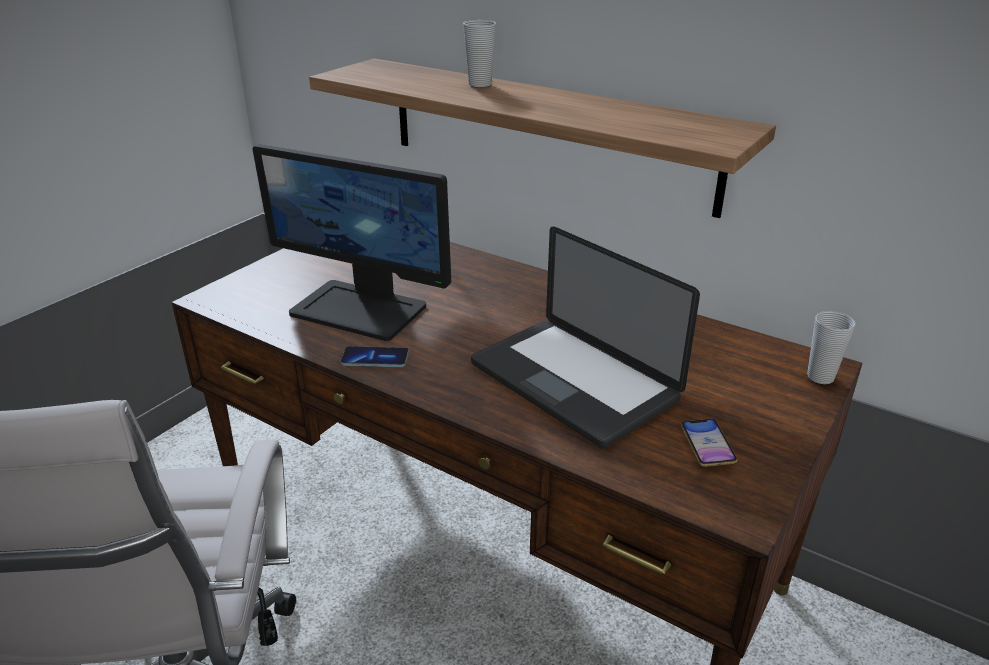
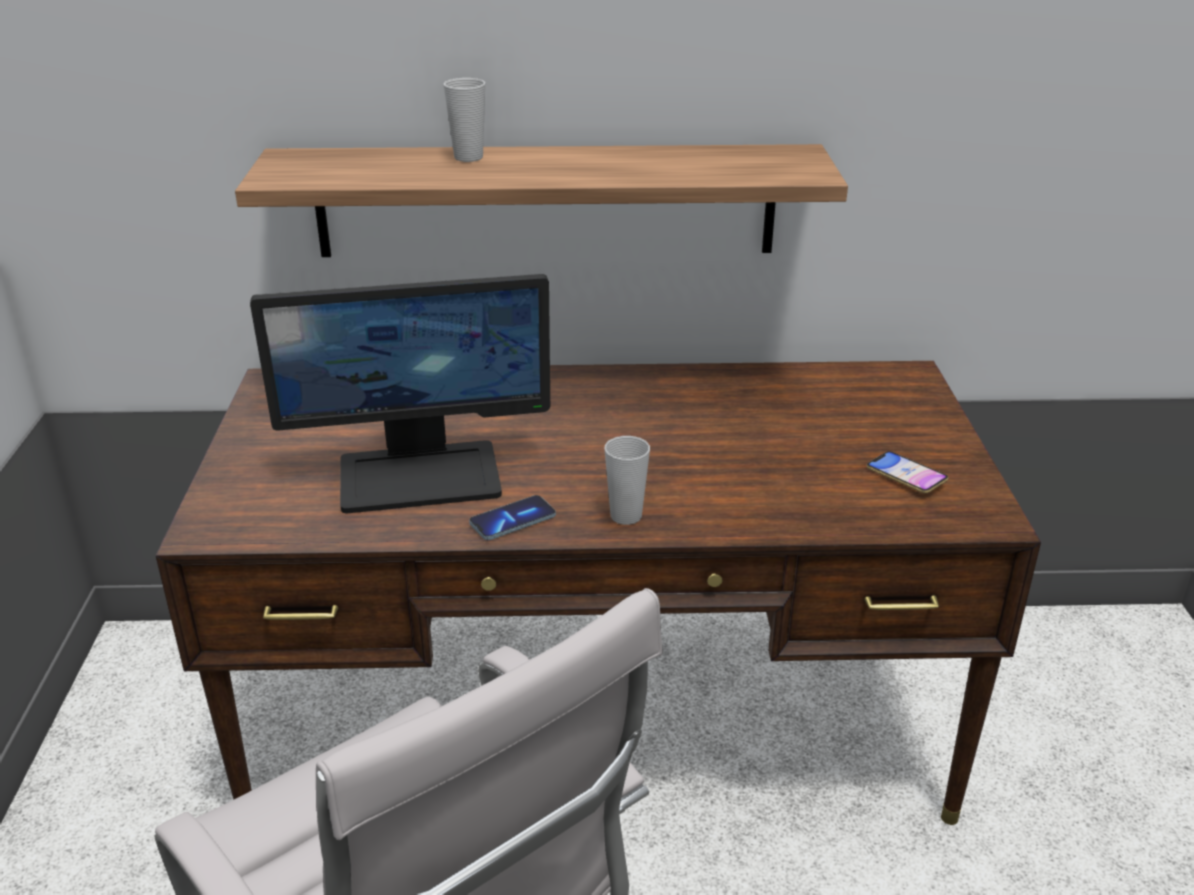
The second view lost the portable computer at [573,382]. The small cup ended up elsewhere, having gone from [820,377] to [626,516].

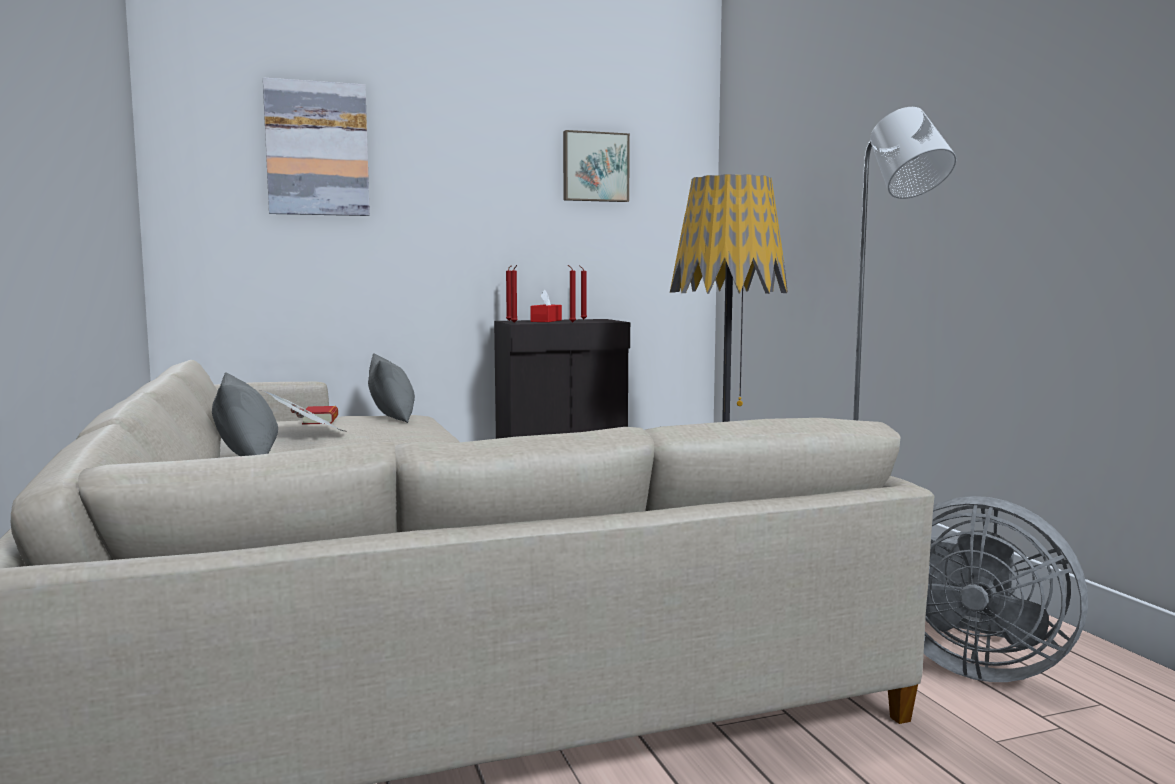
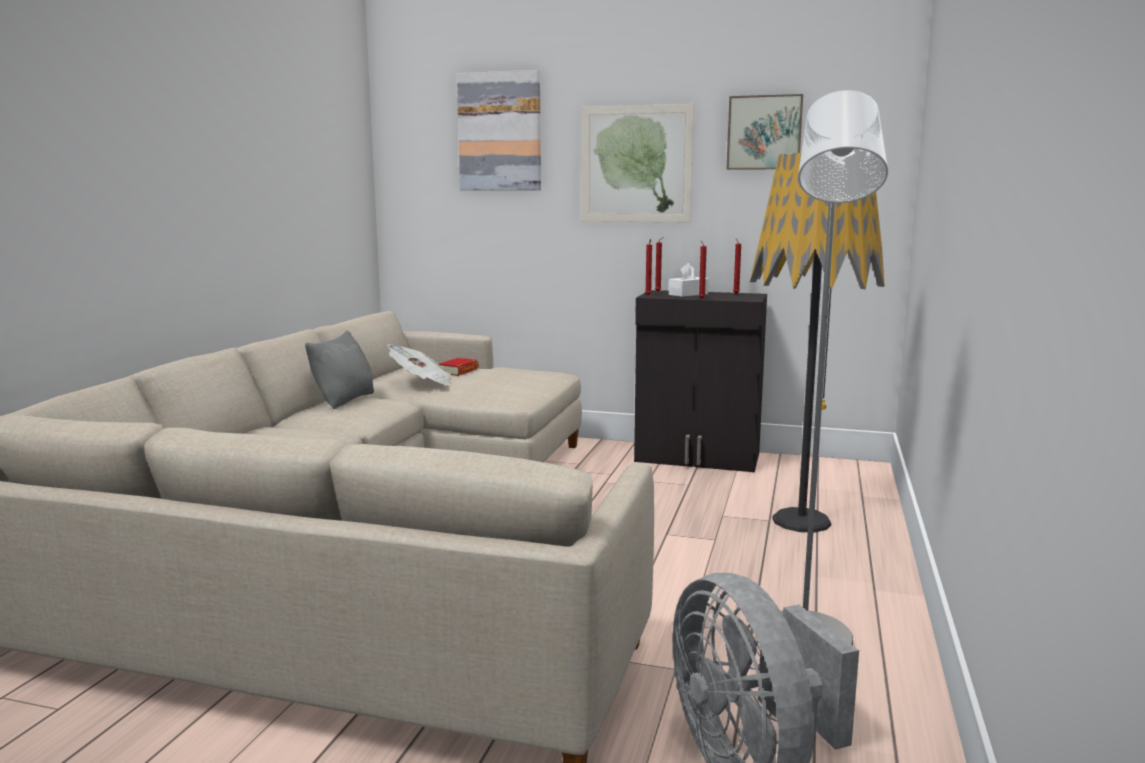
The second view lost the greyish throw pillow at [392,418]. What was the red-coloured box of tissues at [546,321] turned into the white box of tissues at [688,294]. The second view gained the picture at [636,164].

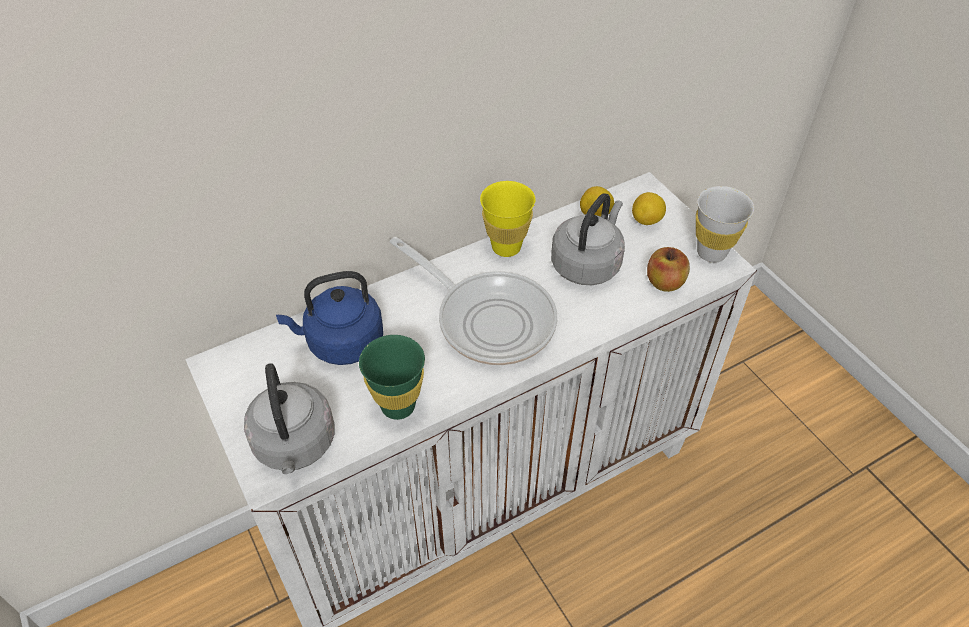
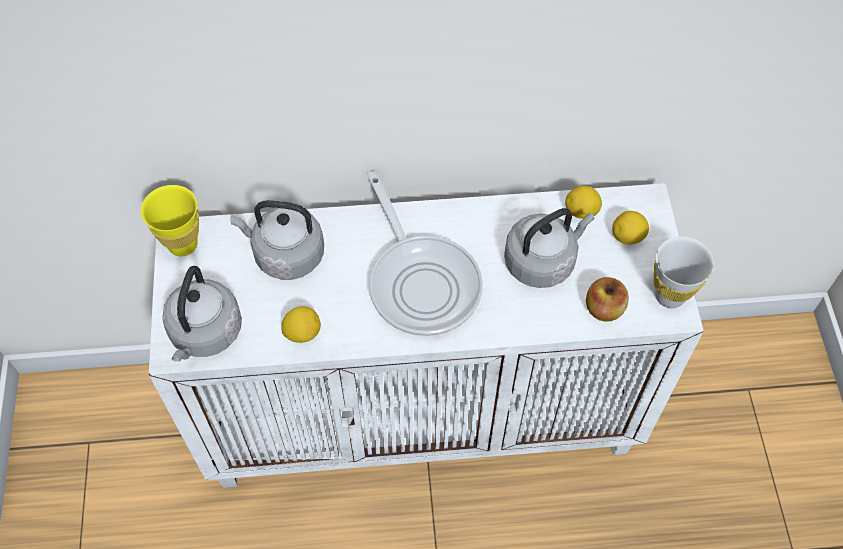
What was the blue-coloured kettle at [341,343] turned into the greyish kettle at [285,255]. Where the green-coloured small cup stood at [398,406], the whole lemon came to stand at [302,333]. The yellow small cup ended up elsewhere, having gone from [506,247] to [183,244].

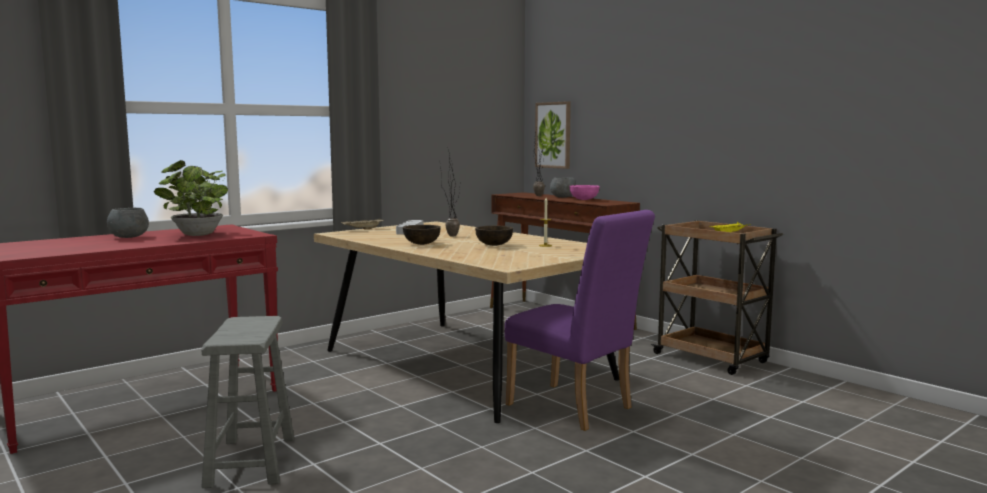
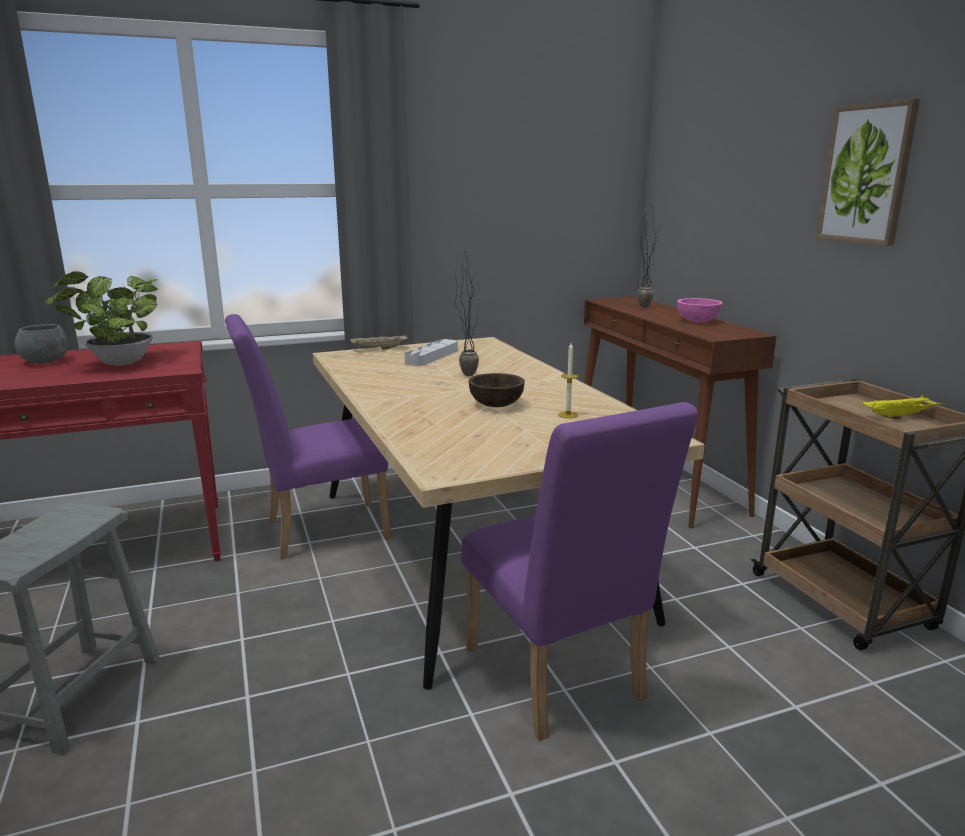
The second view lost the brown bowl at [422,244]. The picture ended up elsewhere, having gone from [553,135] to [866,174]. The second view lost the greyish bowl at [562,197]. The second view gained the purplish upright chair at [317,530].

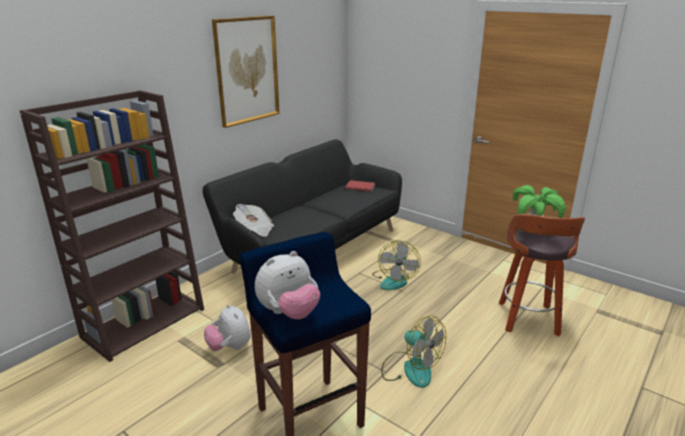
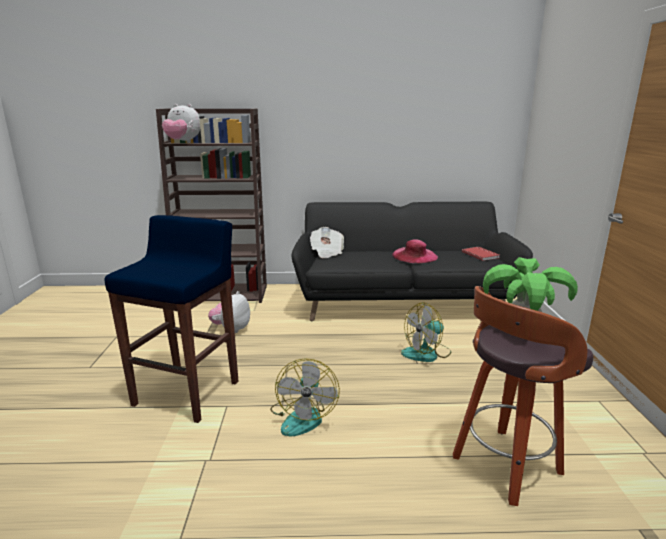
The second view lost the picture at [247,70]. The soft toy ended up elsewhere, having gone from [289,313] to [183,143]. The second view gained the pinkish wearable hat at [414,255].

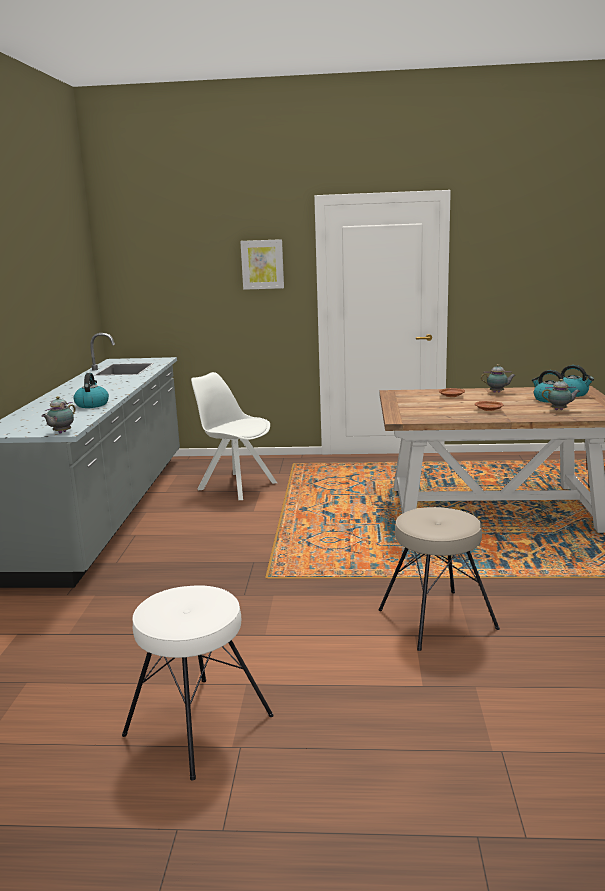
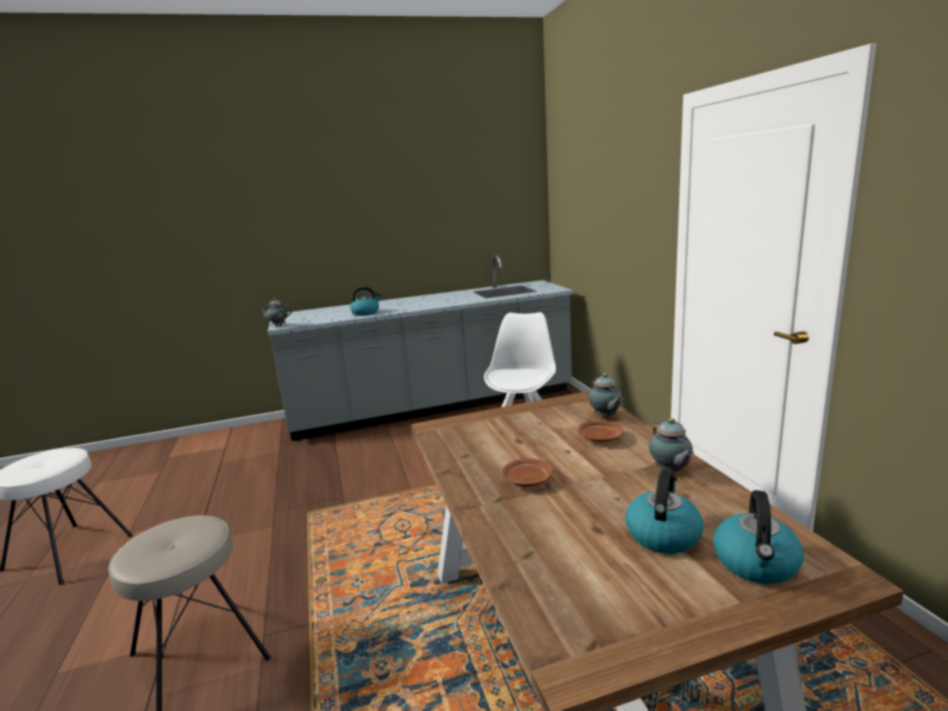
The second view lost the picture at [262,264]. The teapot ended up elsewhere, having gone from [560,410] to [605,417].

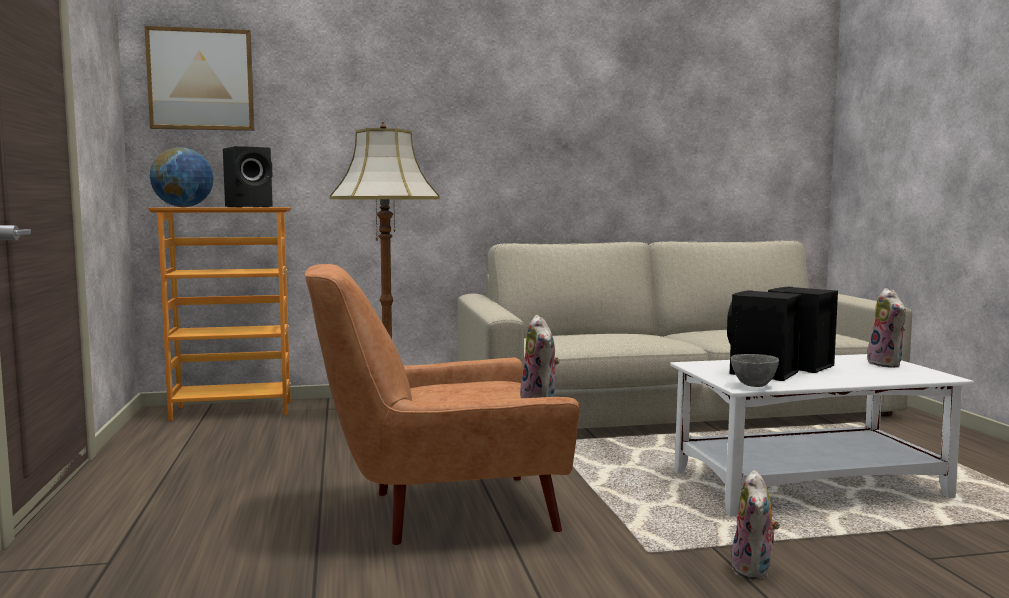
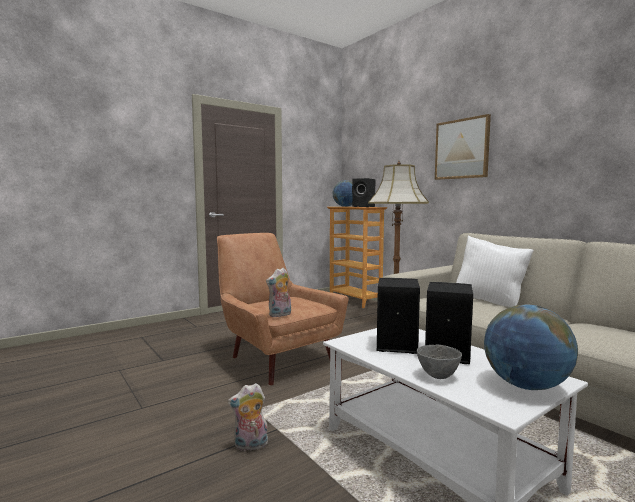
The picture ended up elsewhere, having gone from [201,80] to [462,149]. The greyish bowl ended up elsewhere, having gone from [754,385] to [438,376]. Where the soft toy stood at [887,364], the desk globe came to stand at [526,386]. The second view gained the white throw pillow at [490,302].

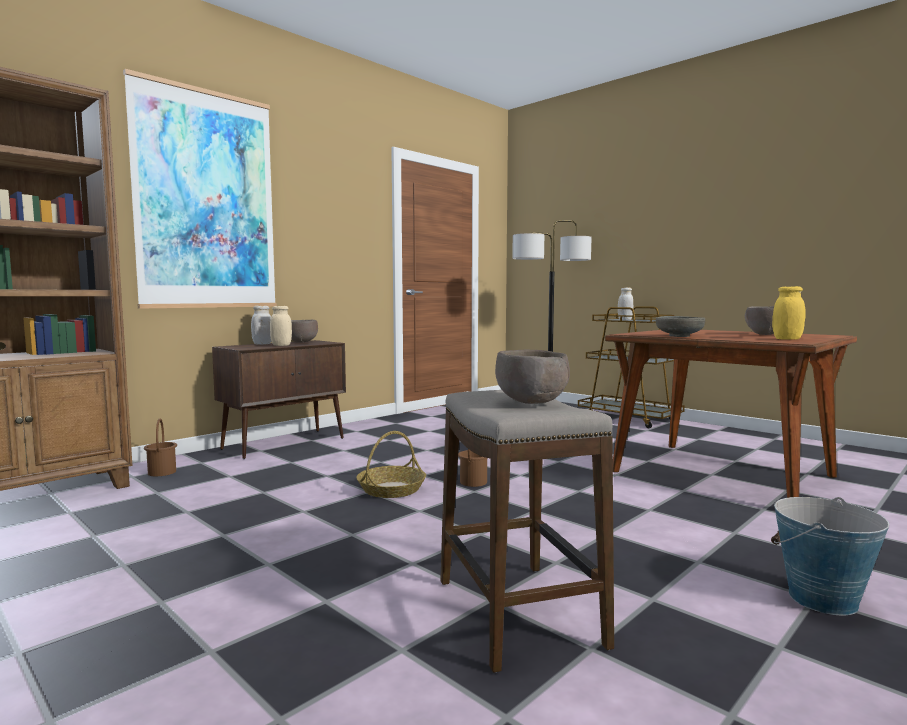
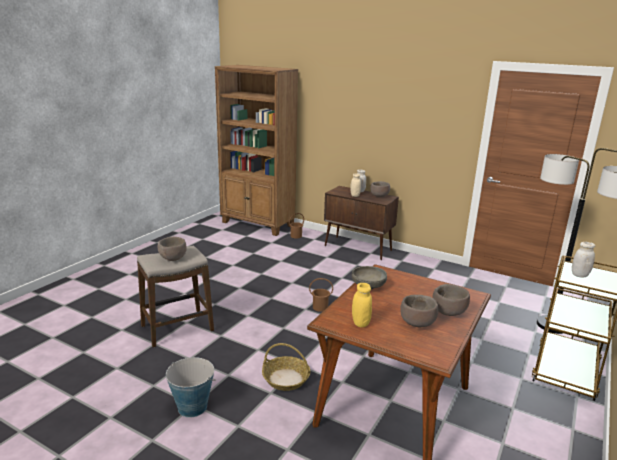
The second view lost the picture at [206,200]. The household basket ended up elsewhere, having gone from [391,489] to [286,379]. The second view gained the brown bowl at [449,312].

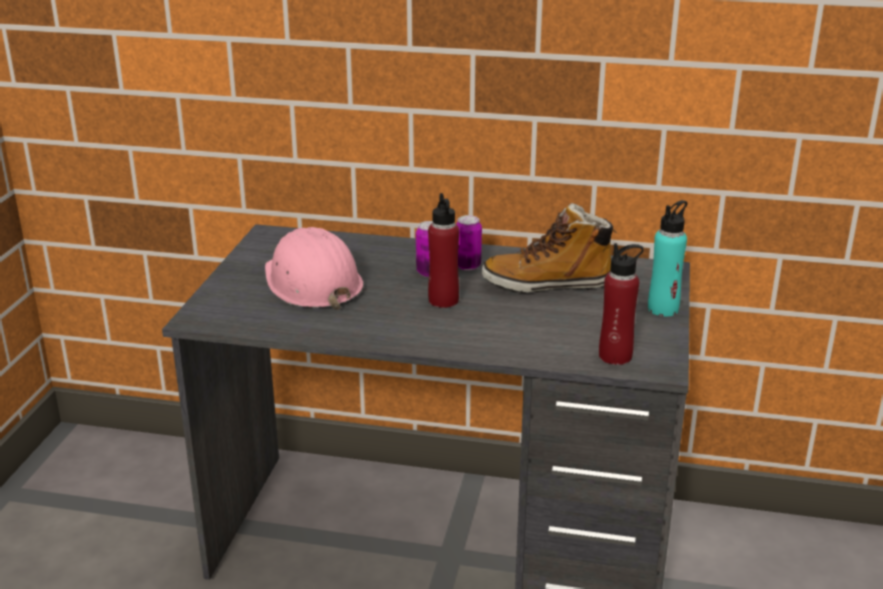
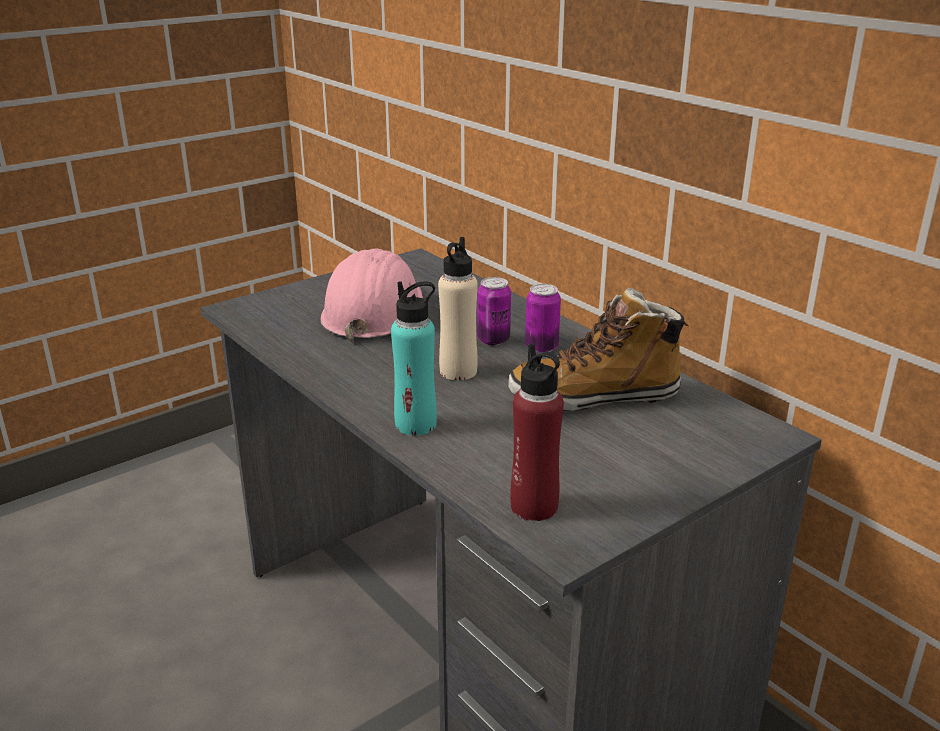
What was the red-coloured bottle at [443,300] turned into the sand-coloured bottle at [458,371]. The high-top boot at [547,284] ended up facing another way, 45 degrees counterclockwise from before. The turquoise bottle ended up elsewhere, having gone from [663,309] to [416,424].

